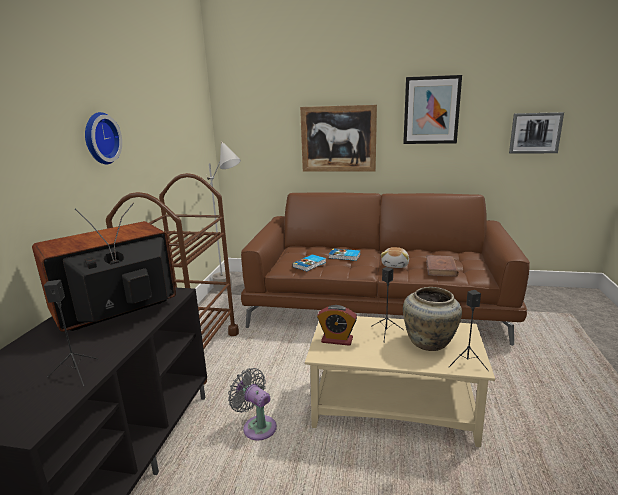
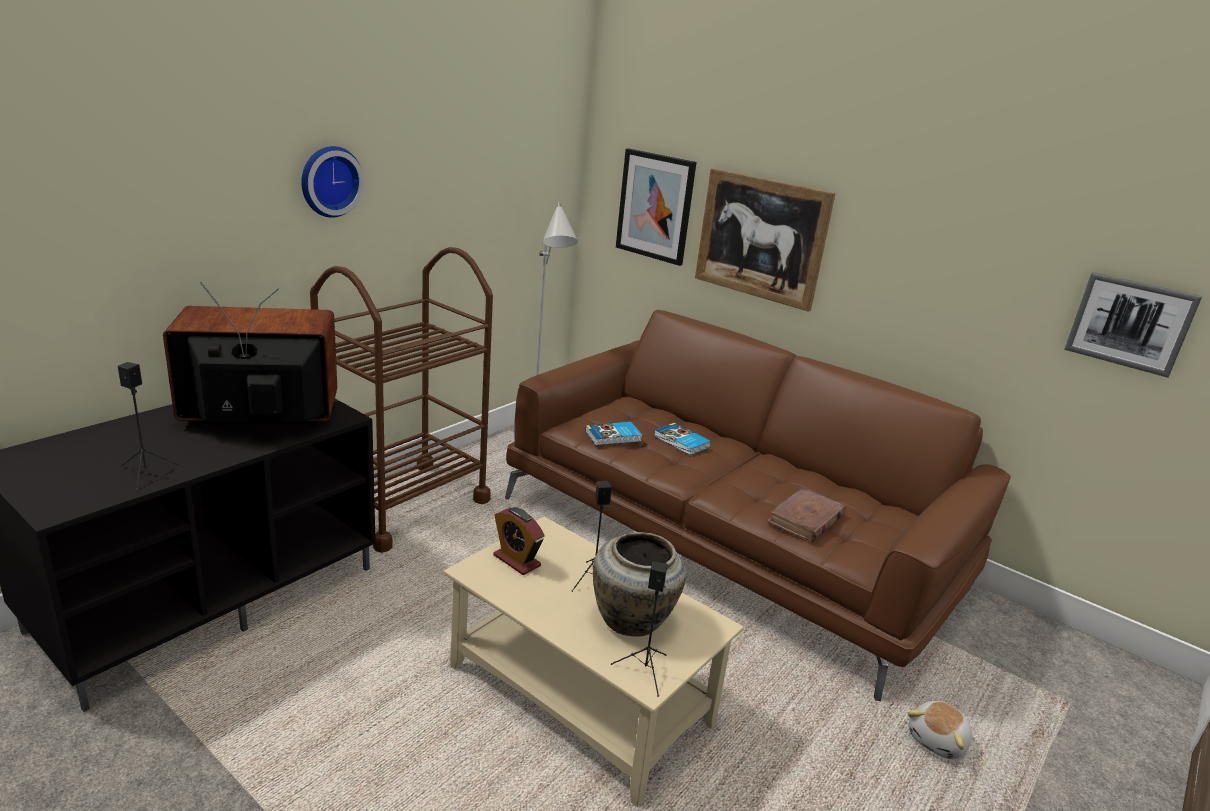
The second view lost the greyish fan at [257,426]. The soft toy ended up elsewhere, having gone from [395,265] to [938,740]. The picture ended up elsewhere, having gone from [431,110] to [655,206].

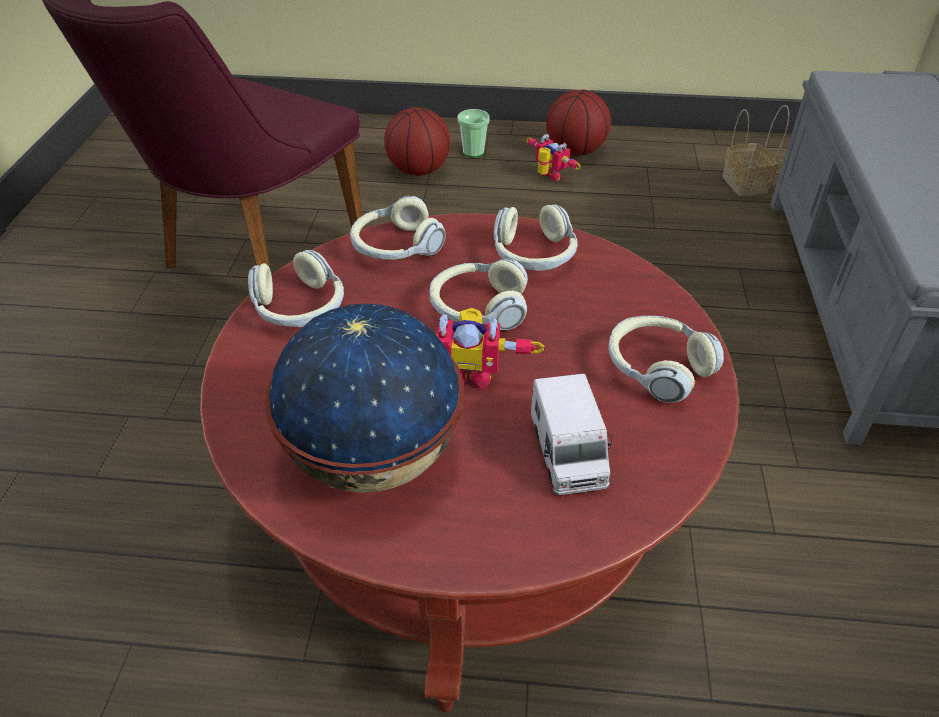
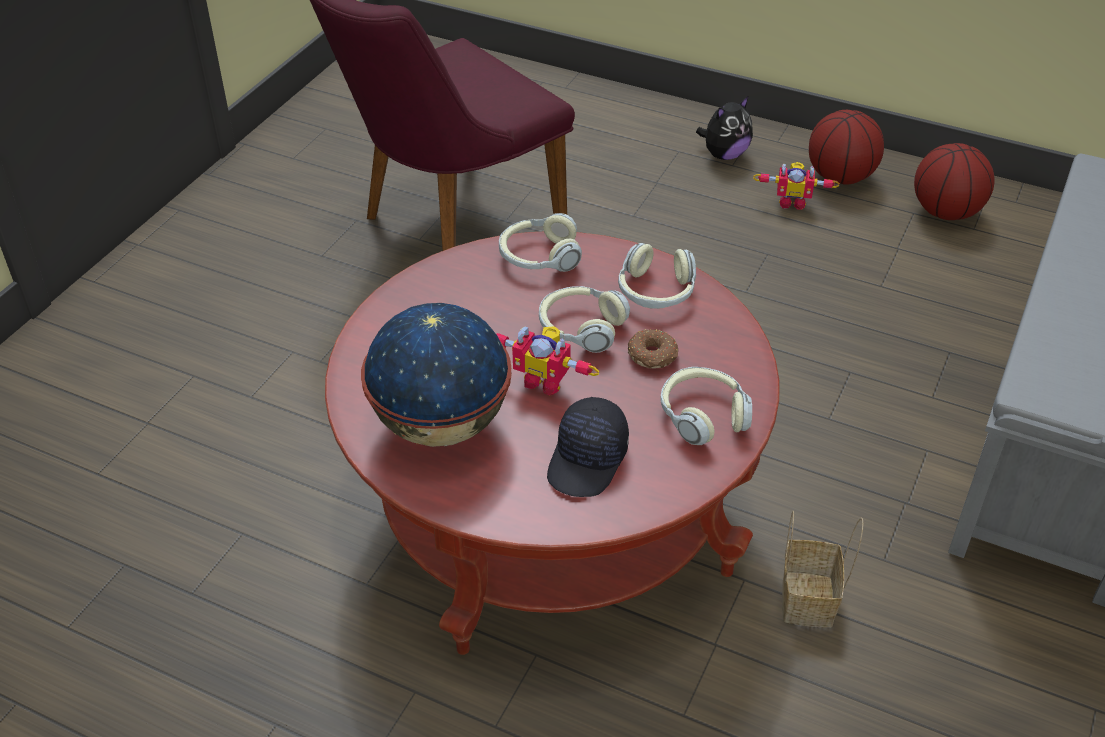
The second view lost the headphones at [300,308]. The basketball ball ended up elsewhere, having gone from [419,170] to [946,212]. Where the small cup stood at [473,152], the soft toy came to stand at [724,155]. The model robot at [547,177] ended up facing another way, 120 degrees clockwise from before. Where the model truck stood at [567,453], the black-coloured baseball cap came to stand at [588,460]. The household basket ended up elsewhere, having gone from [746,184] to [809,601]. The second view gained the donut at [653,356].

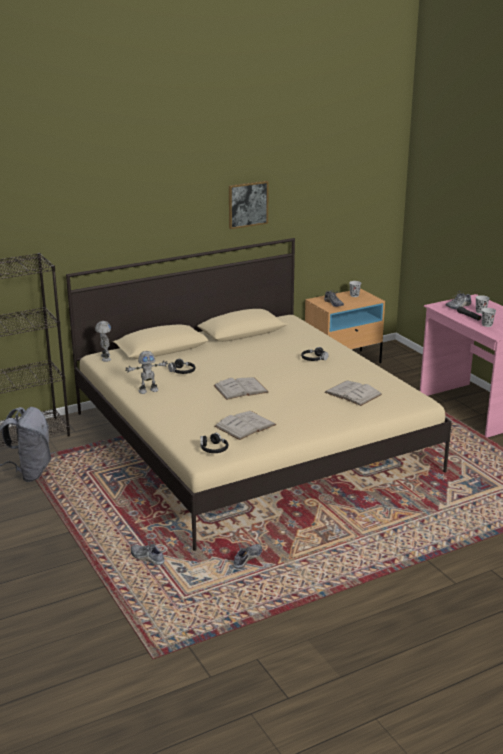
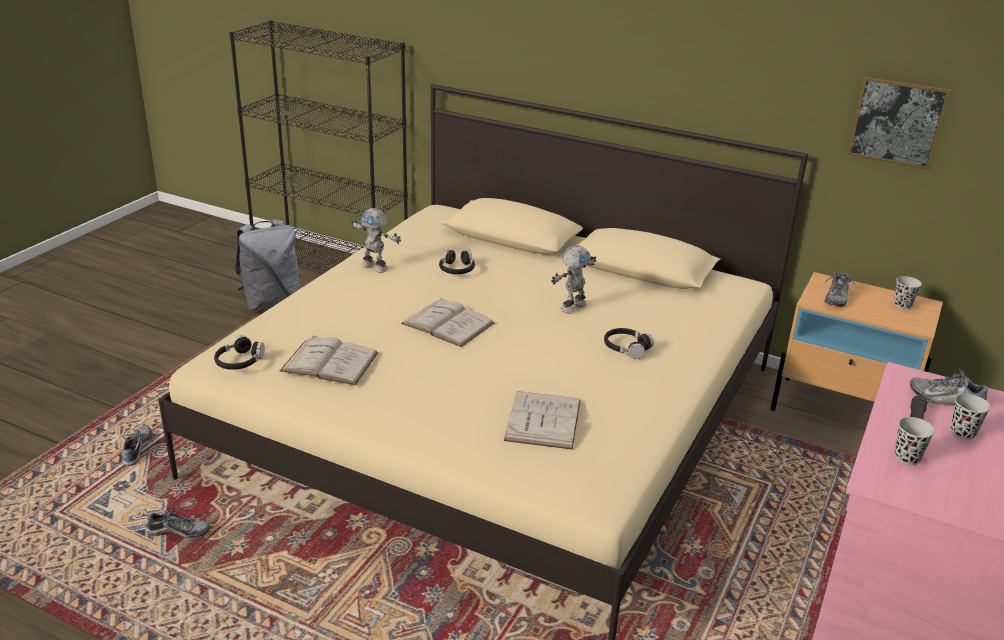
The model robot ended up elsewhere, having gone from [105,358] to [572,306]. The picture ended up elsewhere, having gone from [248,204] to [897,122].

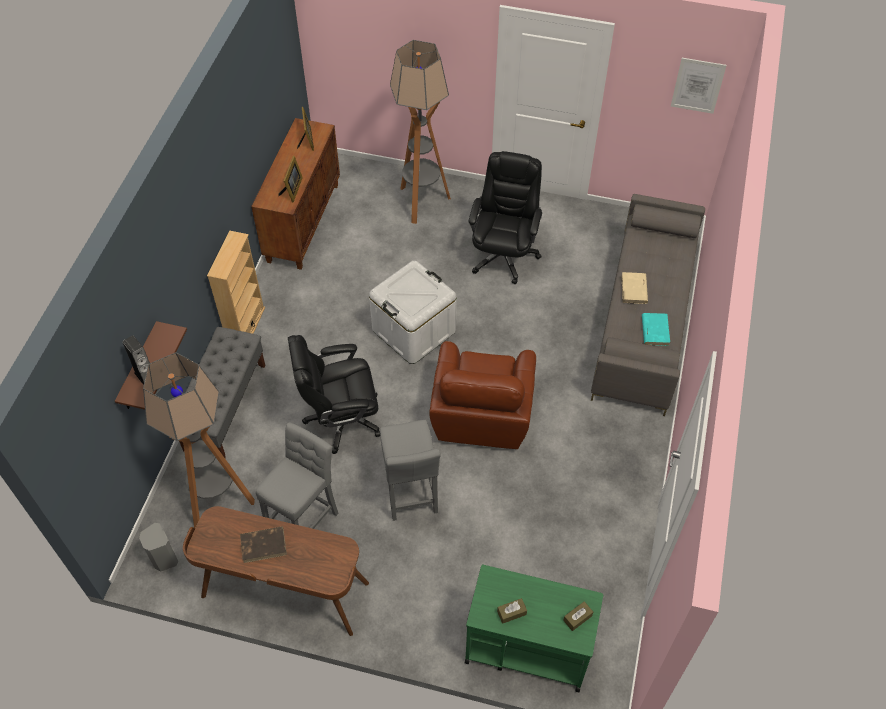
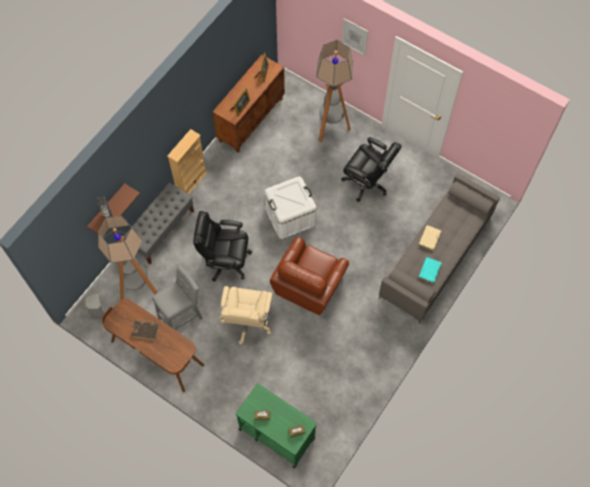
Where the greyish stool seat stood at [410,495], the sand-coloured office chair came to stand at [247,321]. The black-coloured office chair at [504,255] ended up facing another way, 90 degrees clockwise from before. The picture ended up elsewhere, having gone from [697,85] to [354,37].

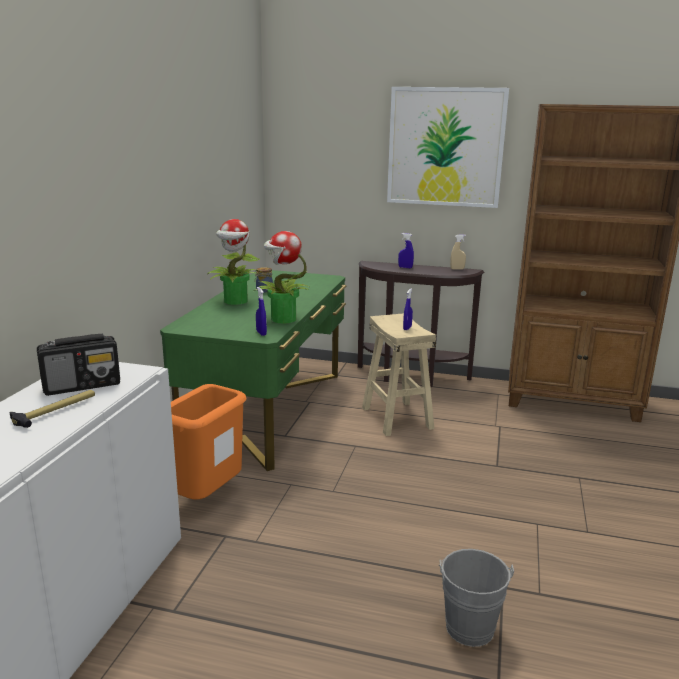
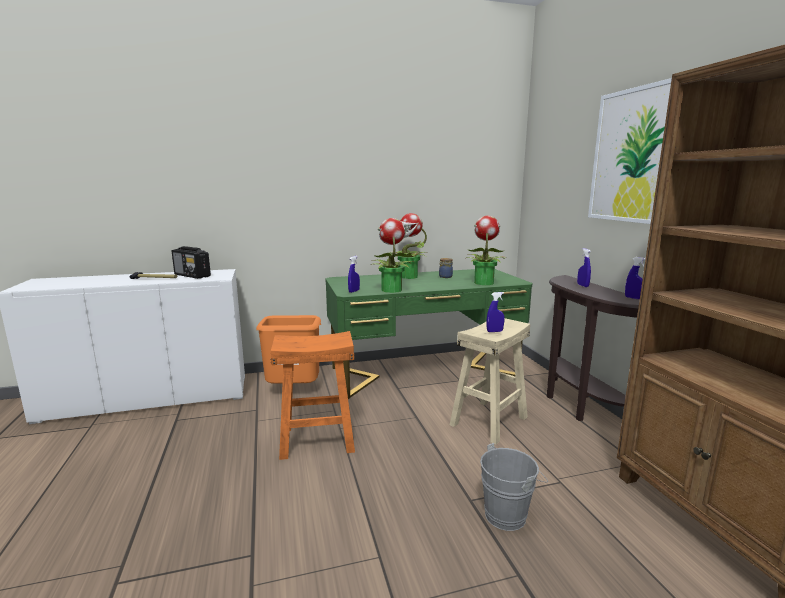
The greyish pail ended up elsewhere, having gone from [469,624] to [509,514]. What was the sand-coloured sprayer at [457,269] turned into the blue-coloured sprayer at [633,298]. The second view gained the orange-coloured stool seat at [317,440]. The second view gained the plant in a pot at [483,283].

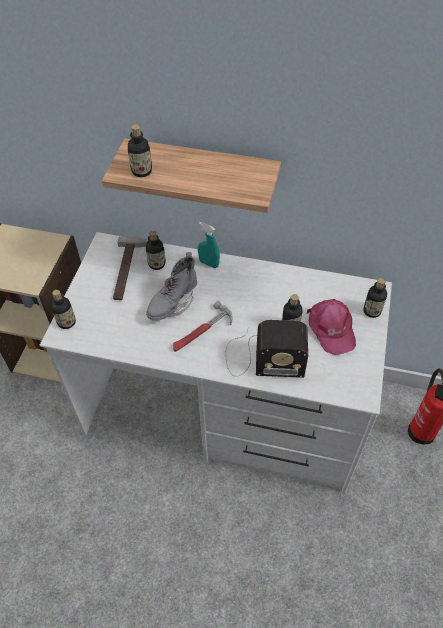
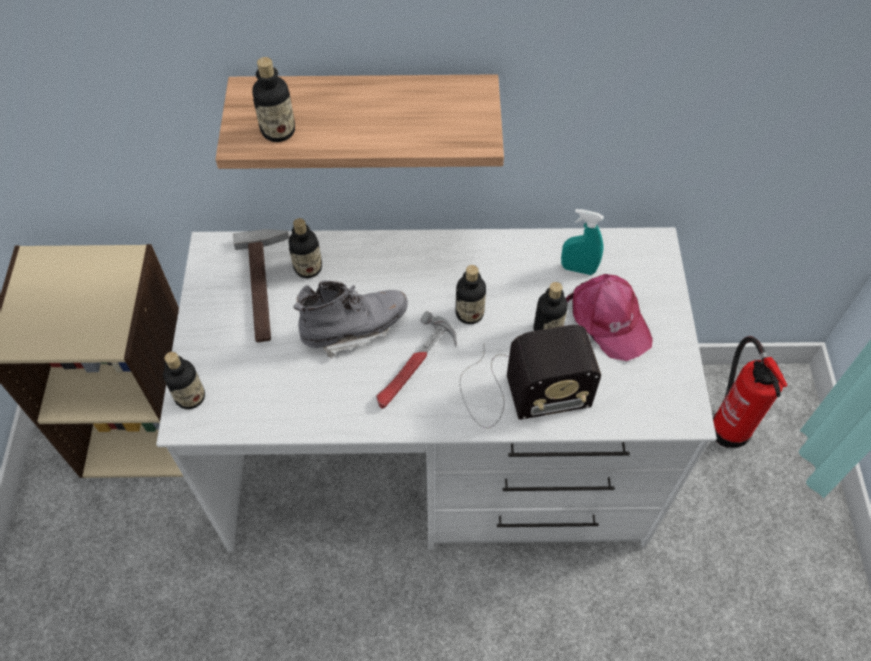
The greyish high-top boot at [173,303] ended up facing another way, 135 degrees counterclockwise from before. The turquoise sprayer ended up elsewhere, having gone from [209,263] to [578,269]. The bottle ended up elsewhere, having gone from [372,311] to [469,313].

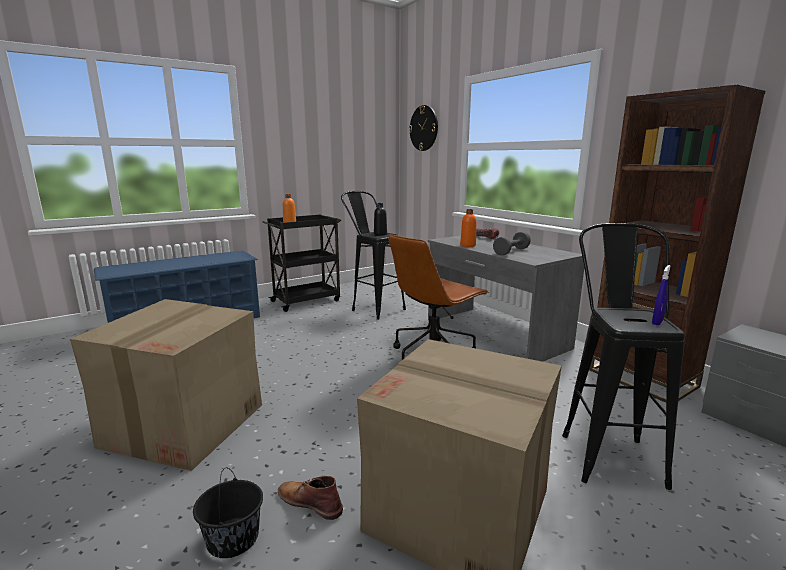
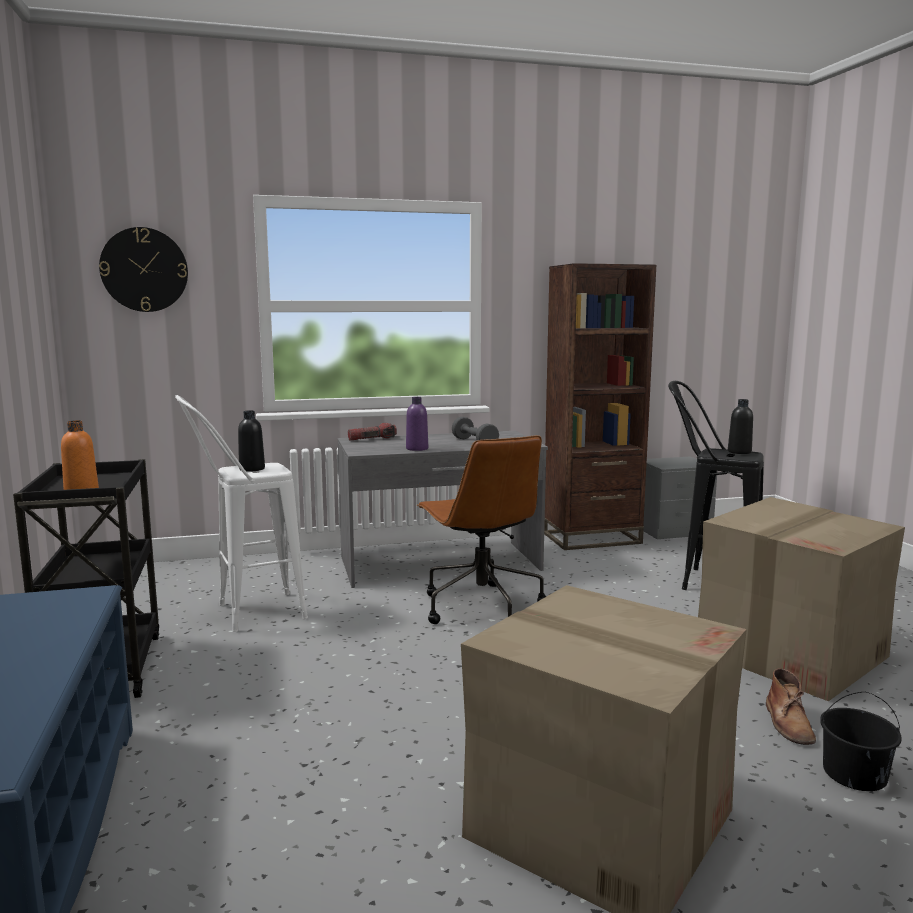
The brown high-top boot at [309,501] ended up facing another way, 45 degrees counterclockwise from before. What was the black-coloured stool seat at [373,308] turned into the white stool seat at [246,614]. What was the orange-coloured bottle at [468,245] turned into the purplish bottle at [417,449]. Where the blue-coloured sprayer stood at [657,322], the black-coloured bottle came to stand at [739,452].

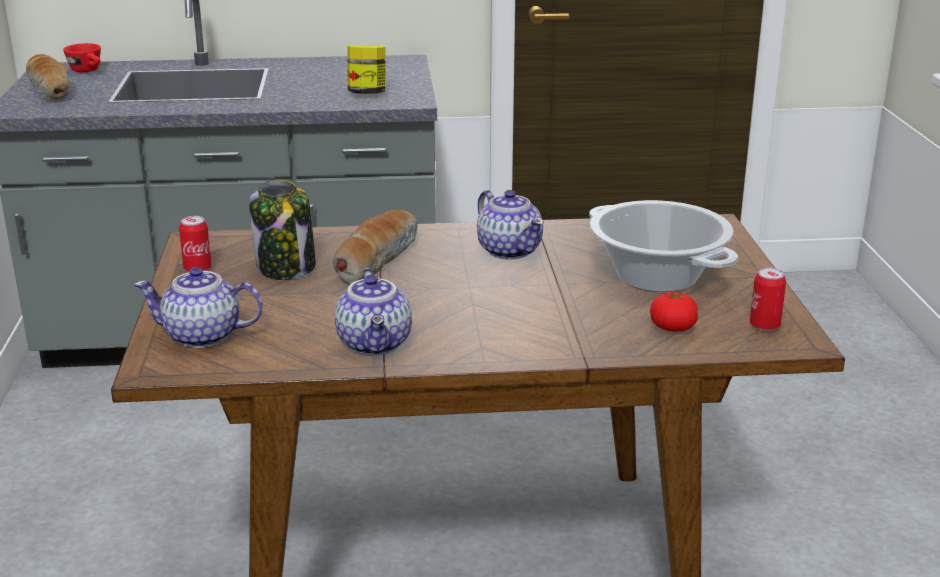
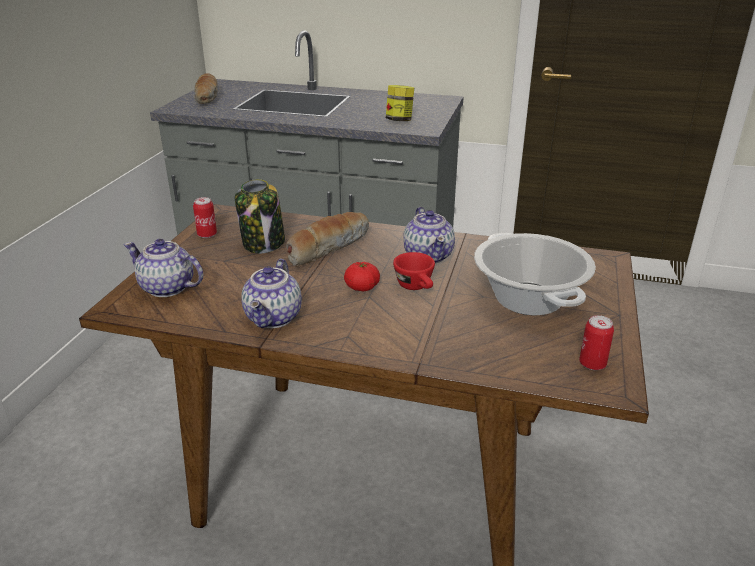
The red-coloured small cup ended up elsewhere, having gone from [88,71] to [417,287]. The fresh tomato ended up elsewhere, having gone from [673,327] to [362,287].

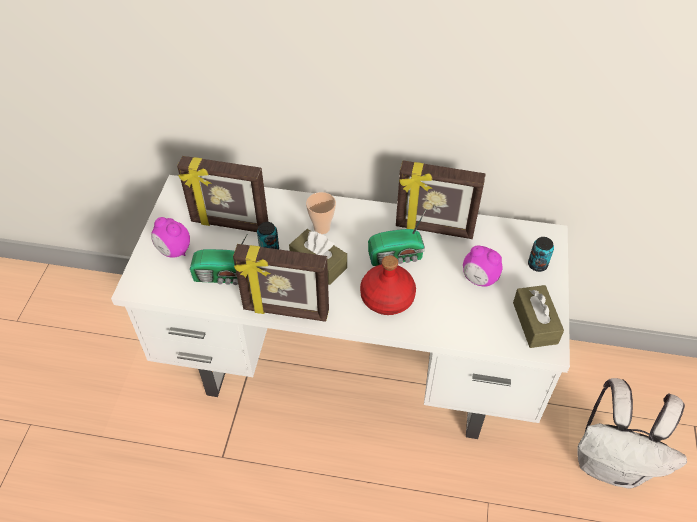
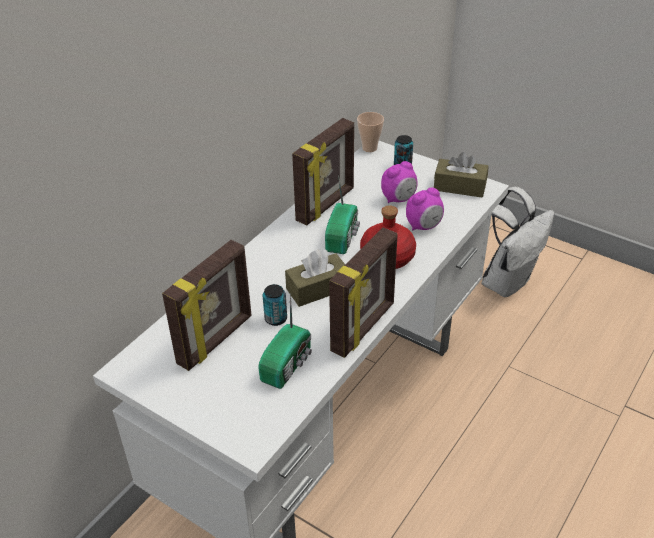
The table clock ended up elsewhere, having gone from [174,251] to [424,226]. The small cup ended up elsewhere, having gone from [322,228] to [369,148].

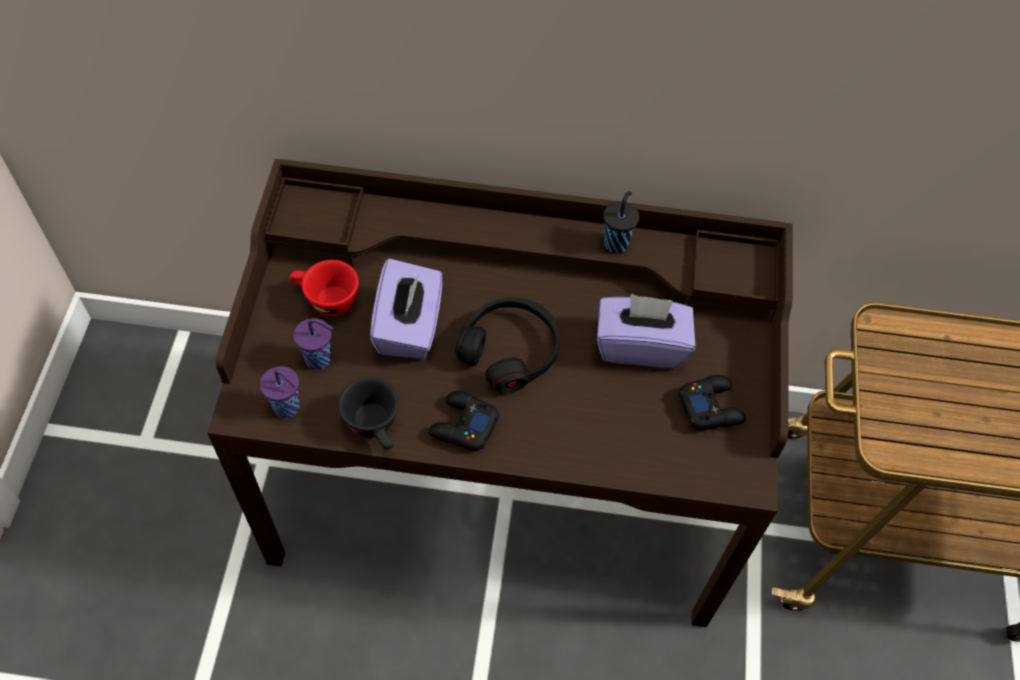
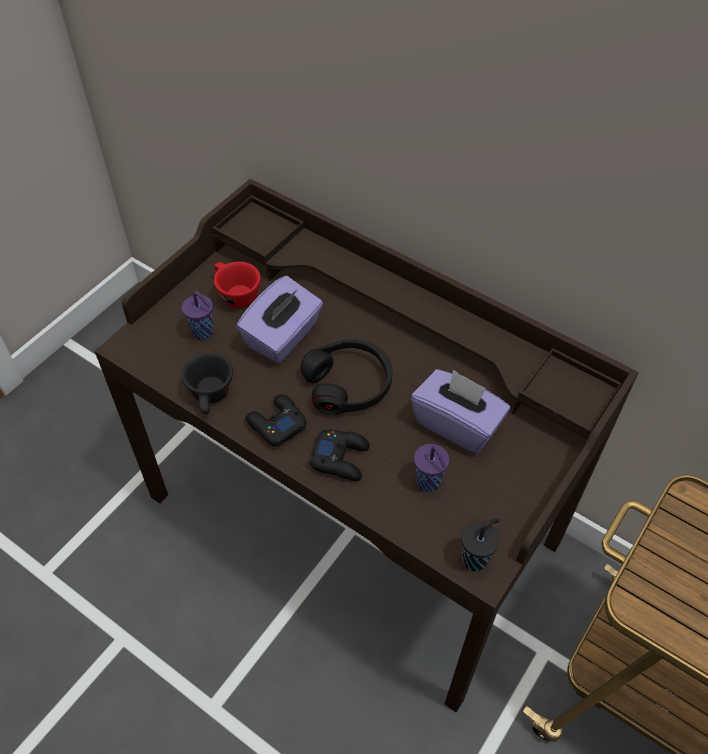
The purplish small cup ended up elsewhere, having gone from [288,407] to [429,483]. The black-coloured small cup ended up elsewhere, having gone from [616,242] to [475,558]. The black-coloured joypad ended up elsewhere, having gone from [711,407] to [340,458].

